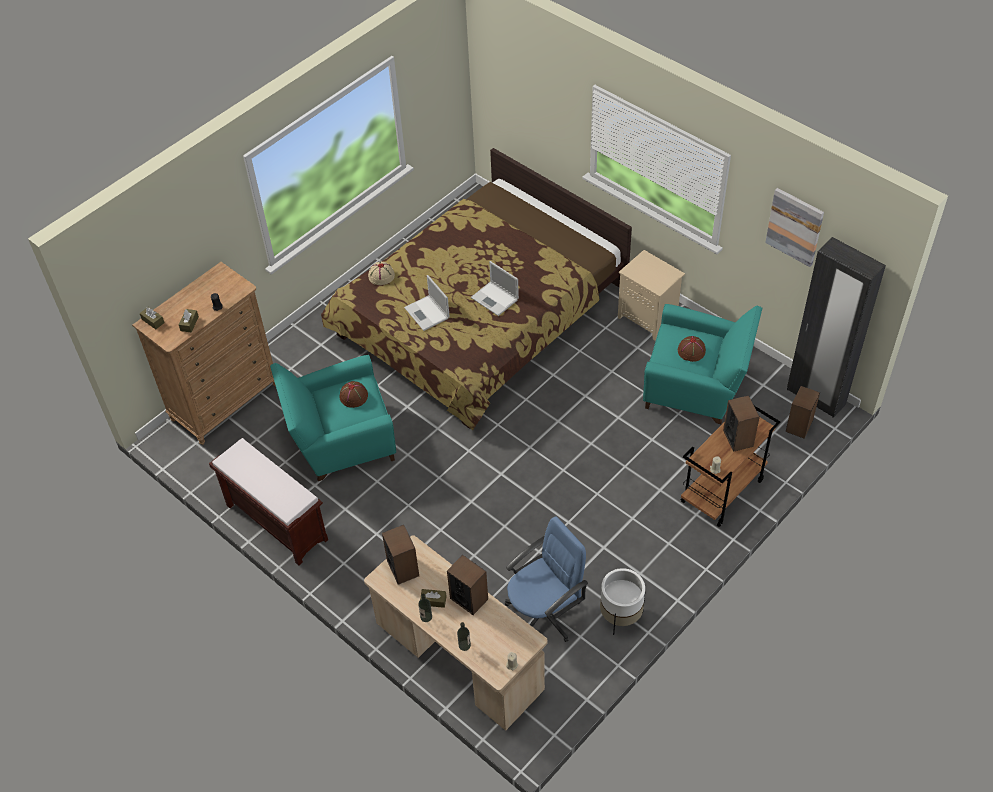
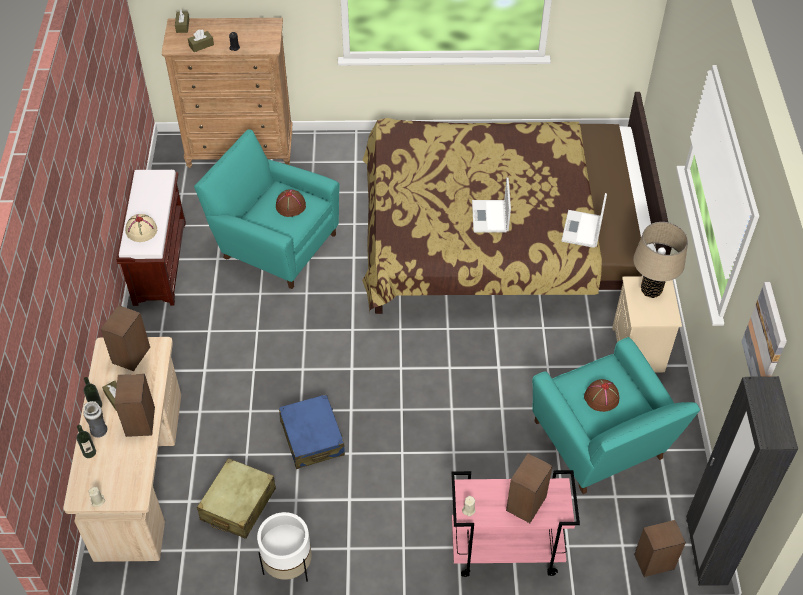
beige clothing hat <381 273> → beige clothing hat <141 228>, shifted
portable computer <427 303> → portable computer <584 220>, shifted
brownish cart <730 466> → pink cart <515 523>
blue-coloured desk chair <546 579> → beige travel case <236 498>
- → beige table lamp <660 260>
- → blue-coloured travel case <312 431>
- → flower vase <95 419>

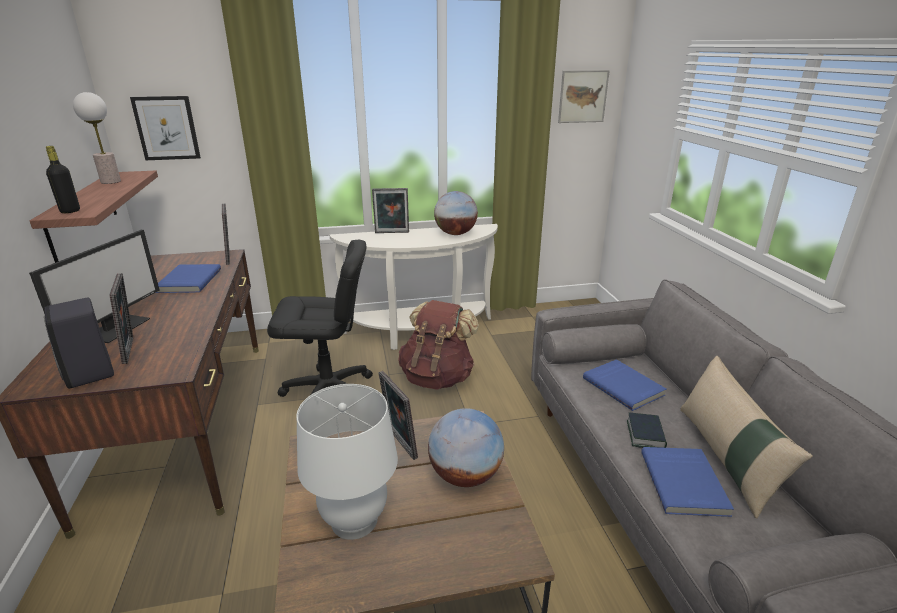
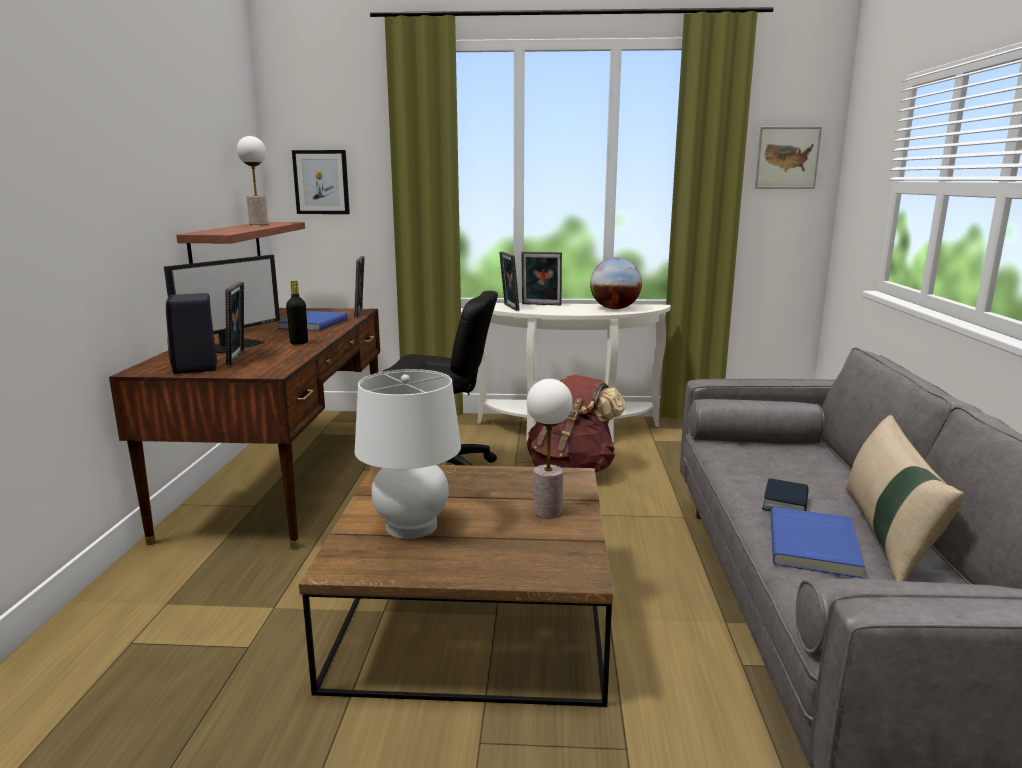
blackish bottle <63 179> → blackish bottle <297 312>, shifted
blue-coloured book <625 385> → -
picture frame <398 415> → picture frame <509 281>, shifted
world globe <466 447> → table lamp <550 448>

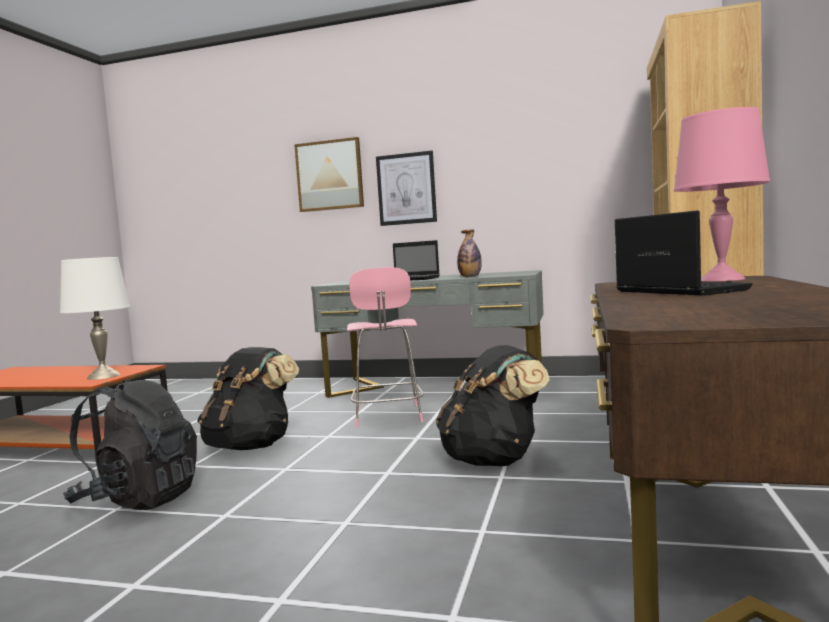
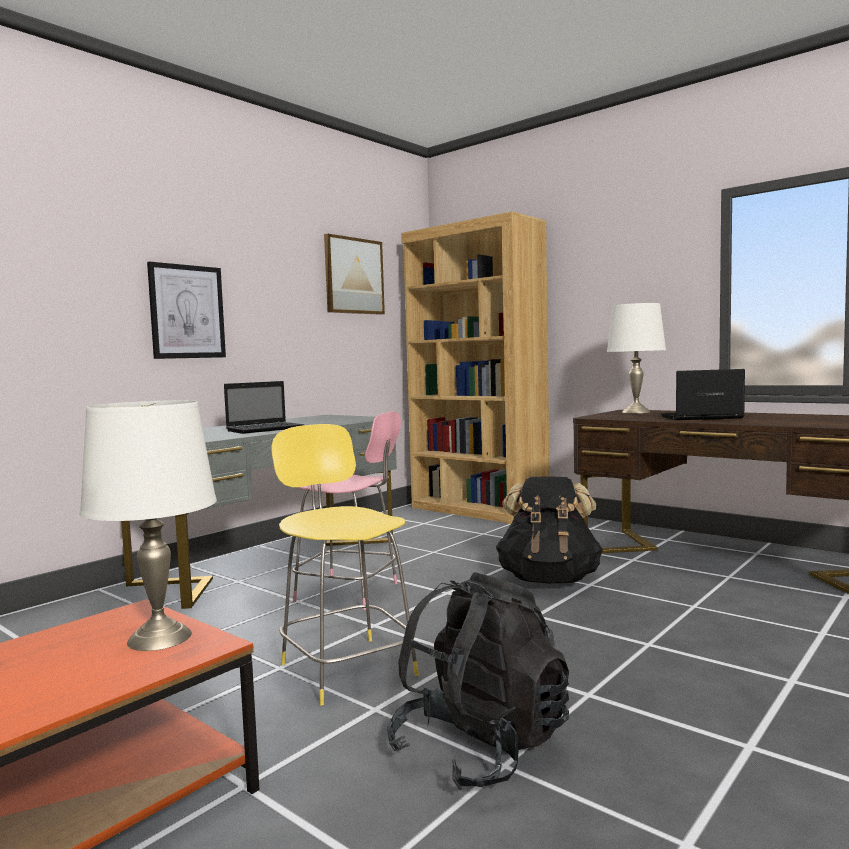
pink table lamp <722 194> → white table lamp <636 358>
picture <329 174> → picture <354 274>, shifted
bottle <469 253> → -
blackish backpack <248 398> → yellow stool <345 565>

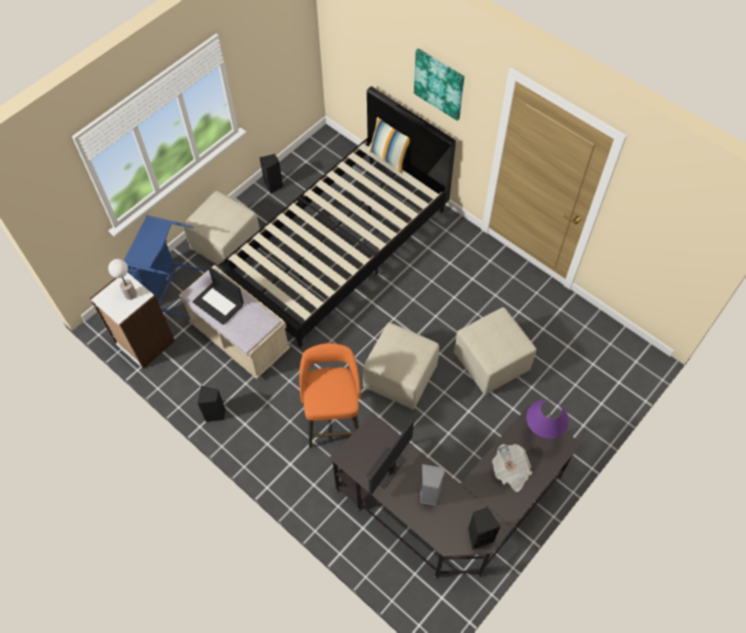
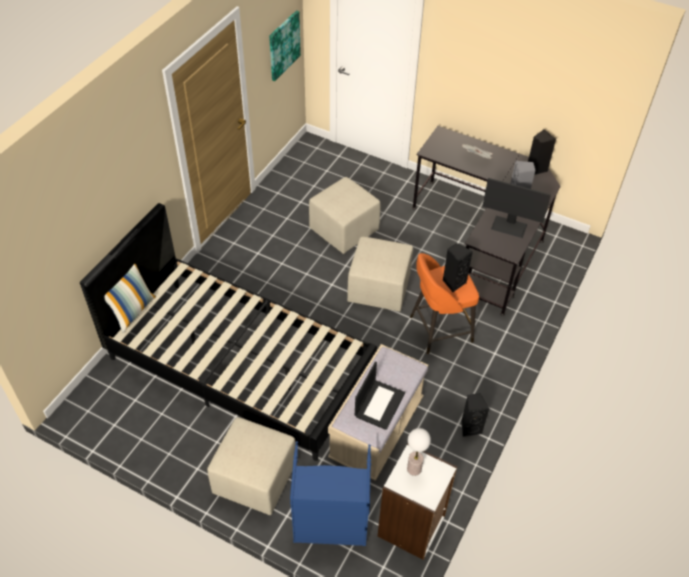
picture <439 84> → picture <285 45>, shifted
blackish audio speaker <271 174> → blackish audio speaker <458 267>, shifted
purple table lamp <547 419> → -

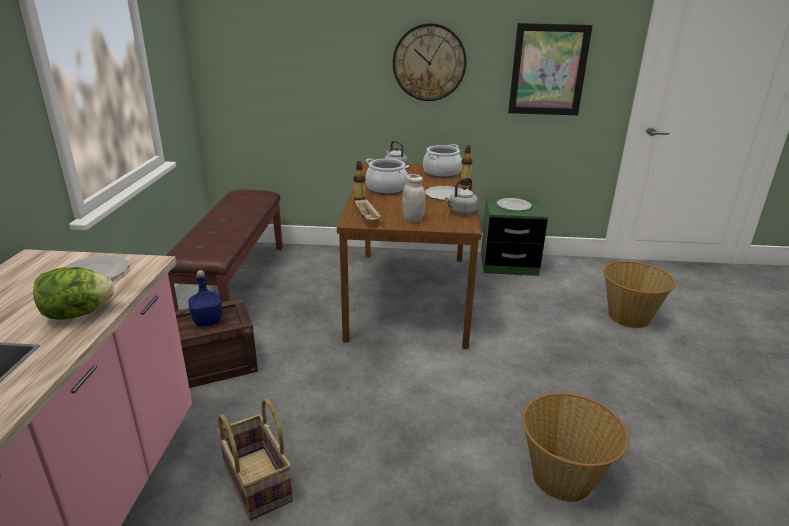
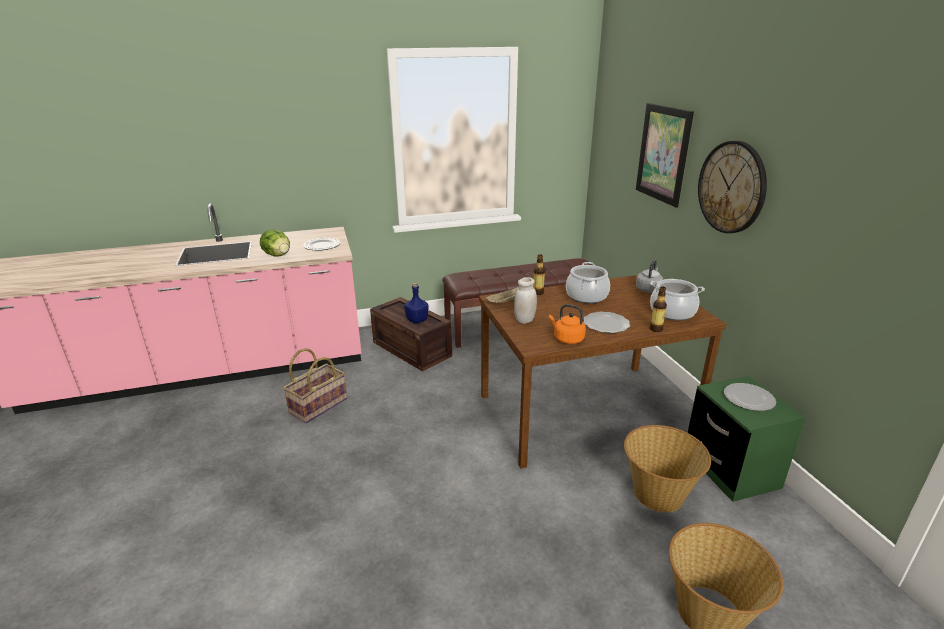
picture <550 69> → picture <665 155>, shifted
gray tea kettle <461 196> → orange tea kettle <567 324>
storage basket <575 447> → storage basket <667 468>, shifted

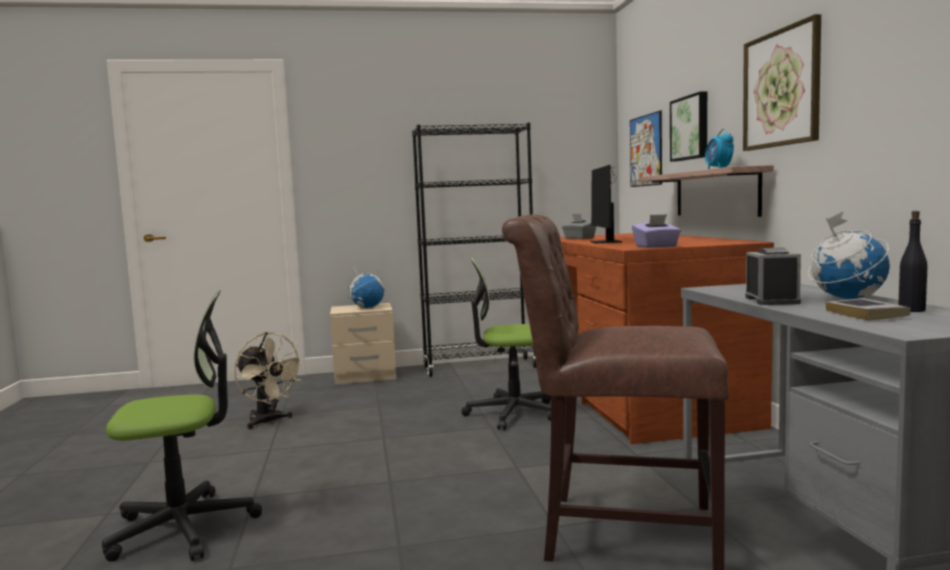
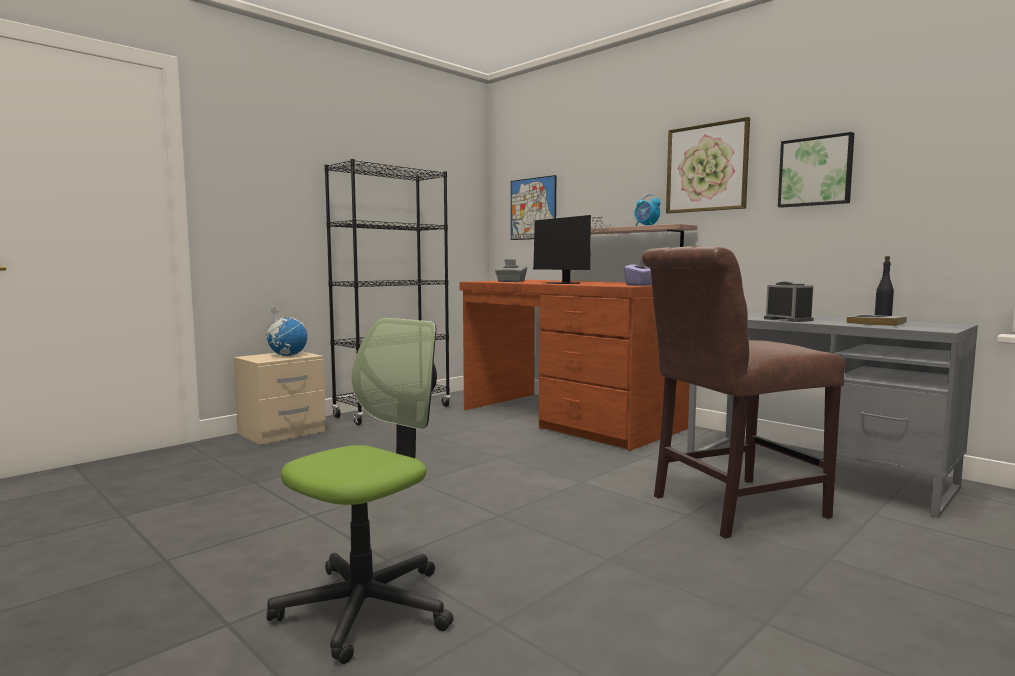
picture <688 126> → picture <816 170>, shifted
world globe <849 255> → -
desk chair <506 343> → -
beige fan <270 380> → -

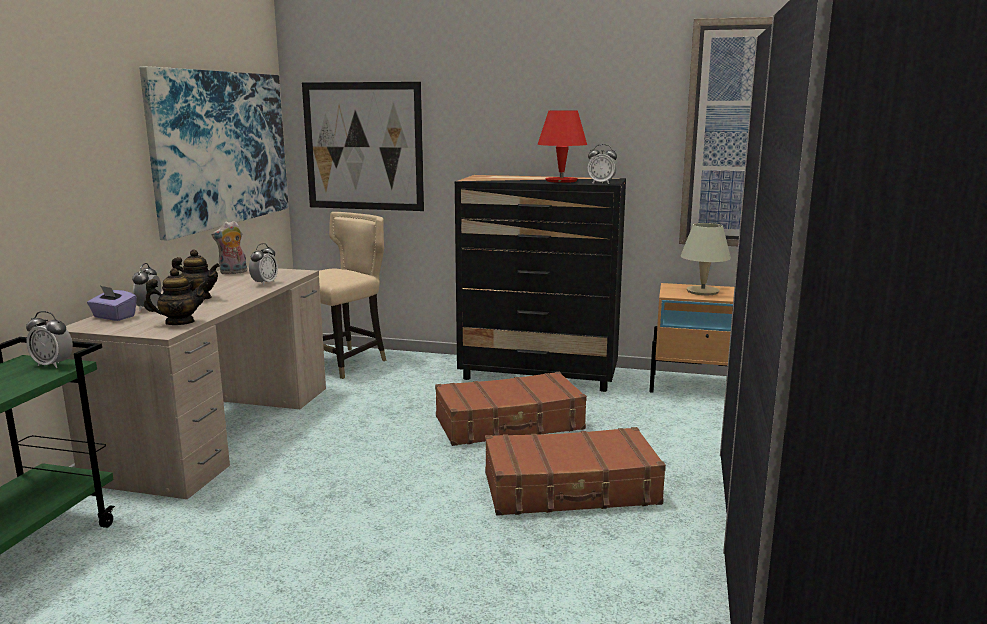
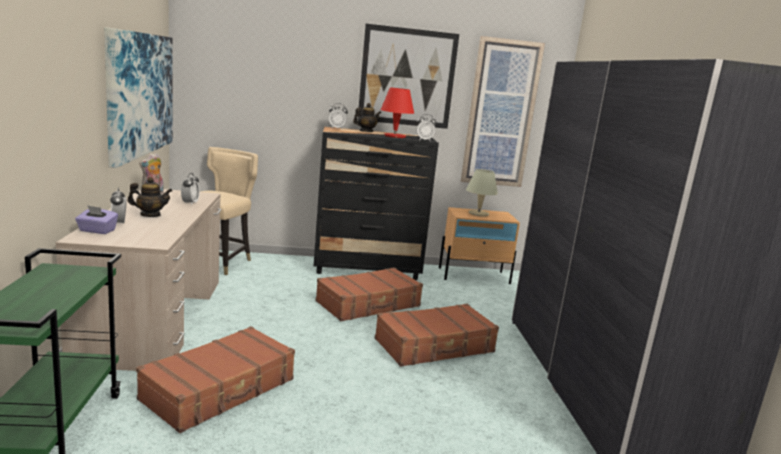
picture <363 146> → picture <408 76>, shifted
pot for tea <176 296> → pot for tea <367 117>, shifted
alarm clock <49 339> → alarm clock <338 116>, shifted
- → brownish travel case <215 379>

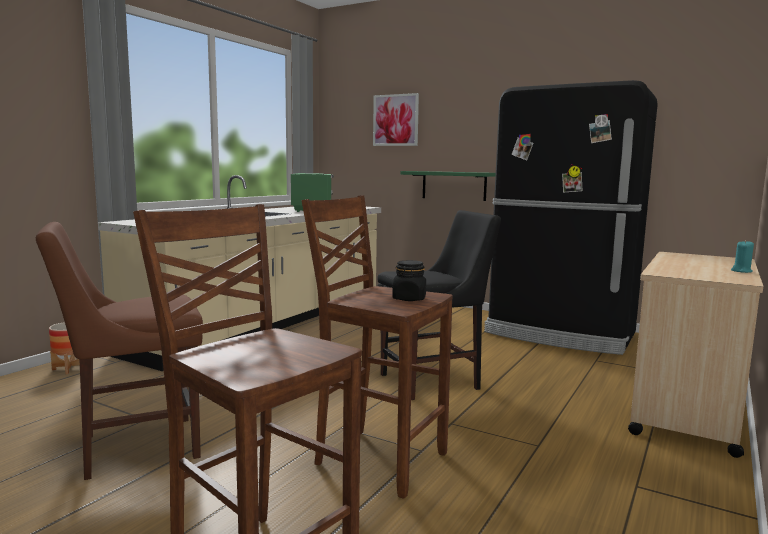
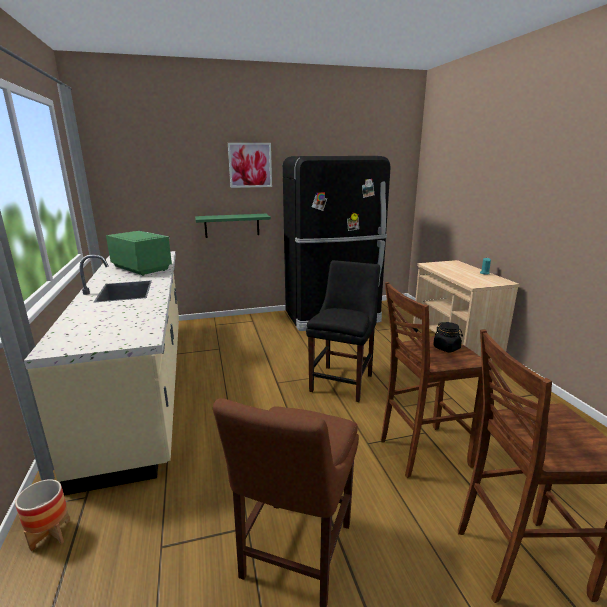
picture <396 119> → picture <250 165>, shifted

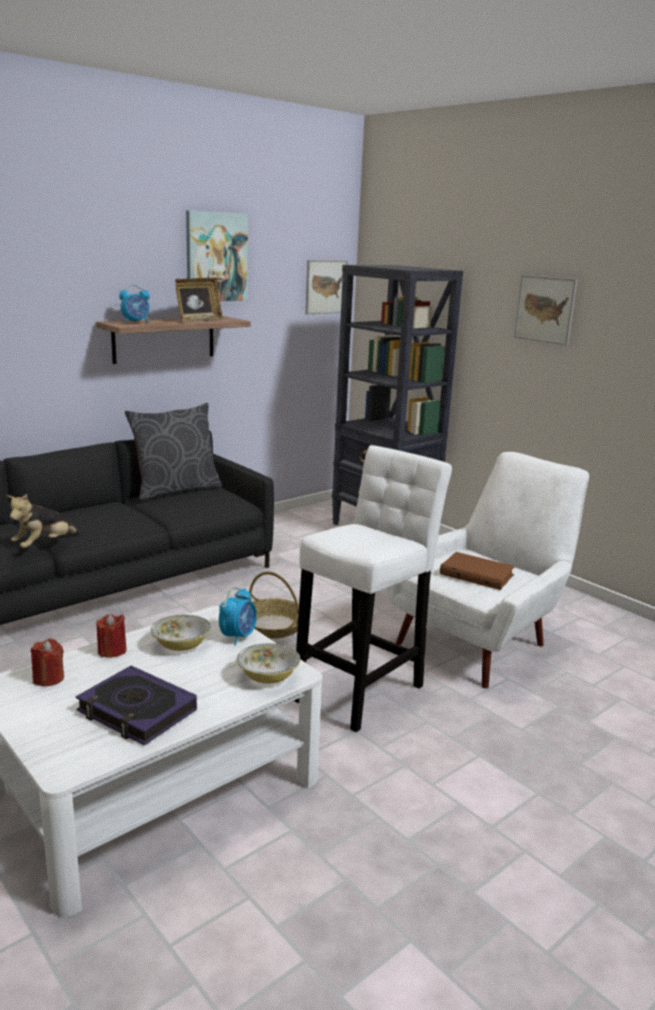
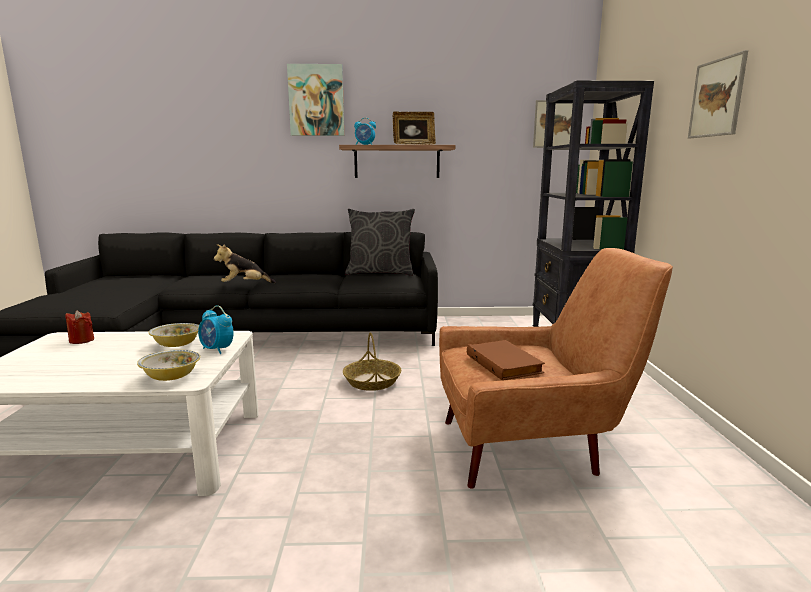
picture <217 256> → picture <315 100>, shifted
white stool <373 588> → -
white lounge chair <488 570> → brownish lounge chair <556 368>
alarm clock <238 616> → alarm clock <216 329>, 60 degrees clockwise
red wax light <111 636> → -
book <136 705> → -

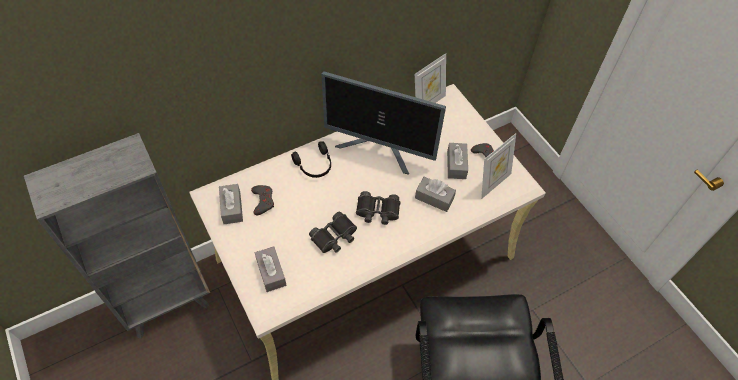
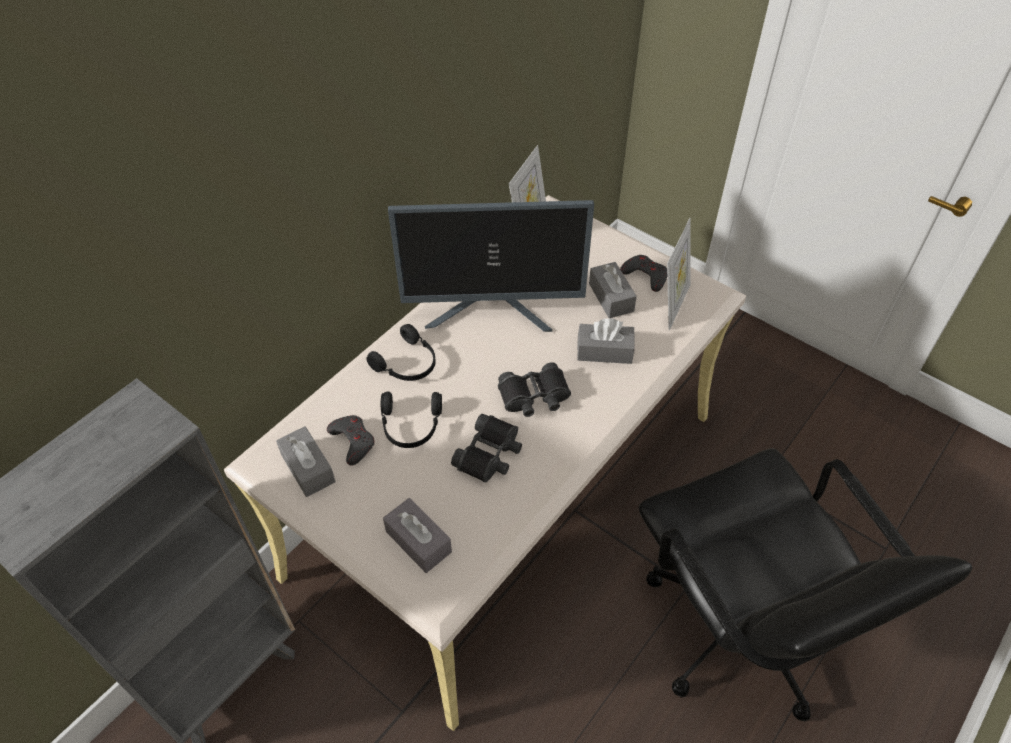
- → blackish headphones <411 420>

